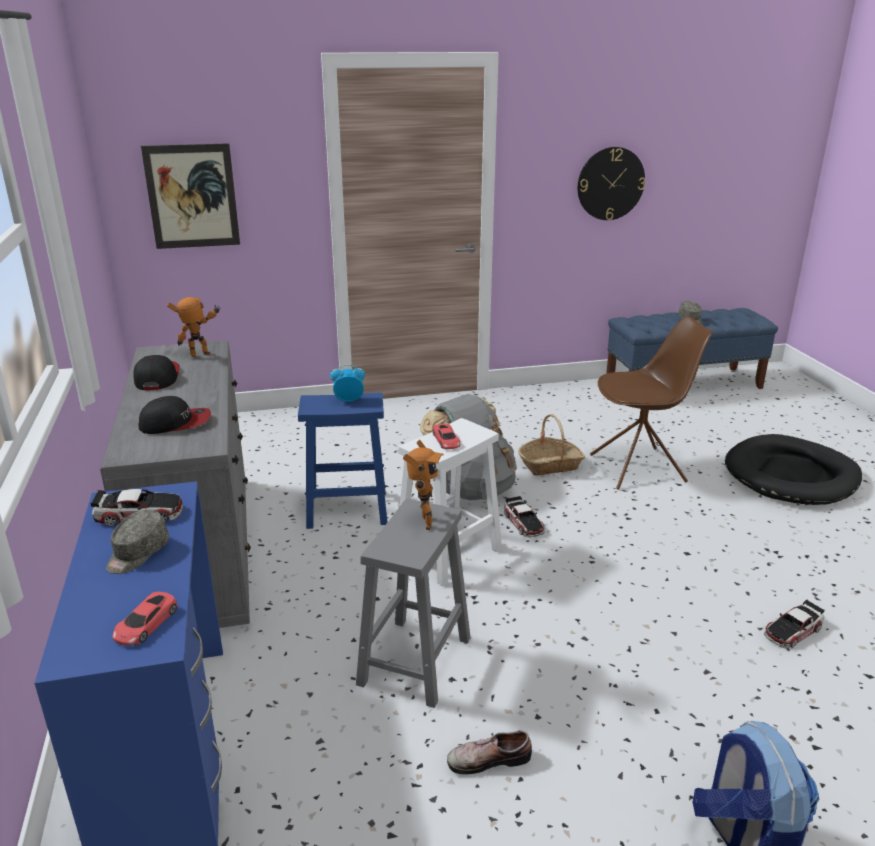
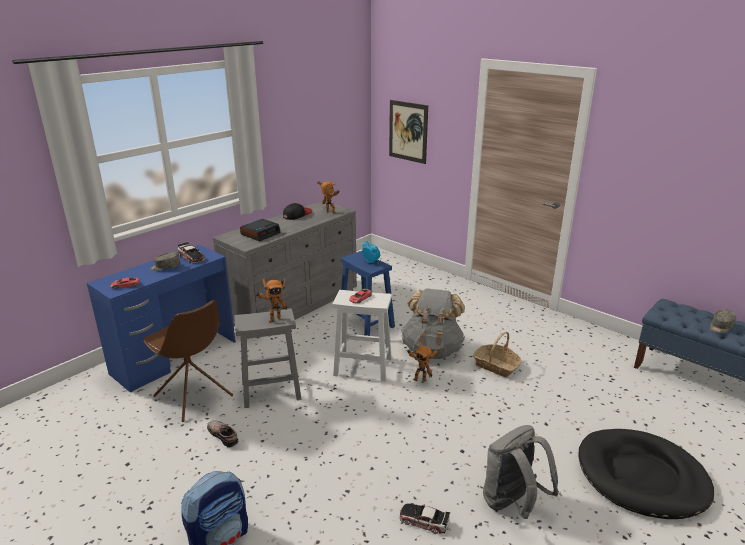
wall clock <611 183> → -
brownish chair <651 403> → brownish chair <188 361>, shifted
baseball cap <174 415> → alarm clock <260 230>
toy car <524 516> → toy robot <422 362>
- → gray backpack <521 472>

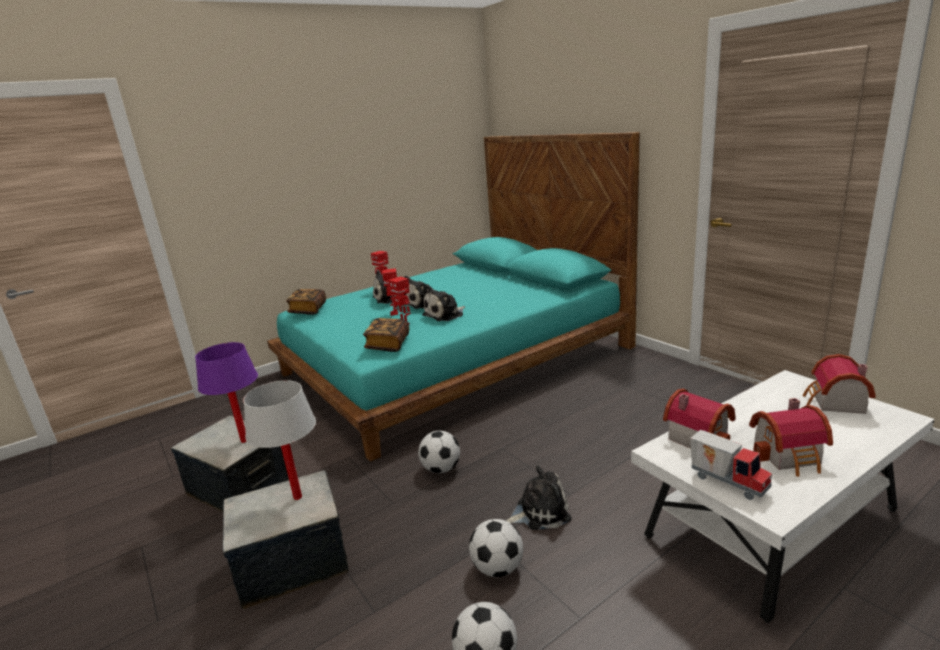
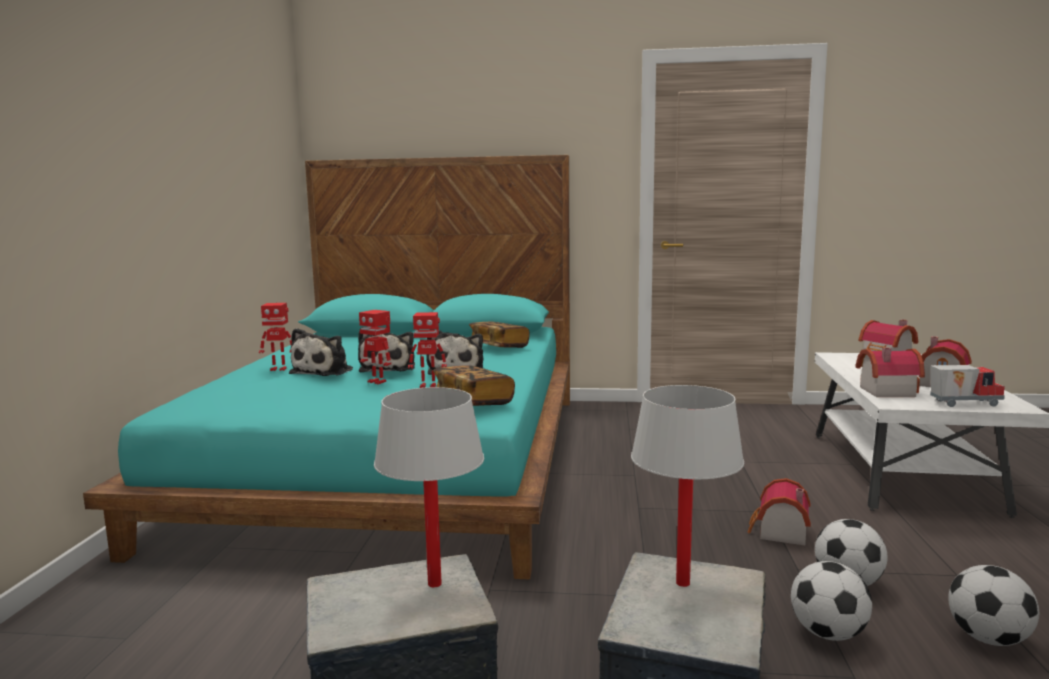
book <306 302> → book <499 335>, shifted
purple table lamp <226 392> → white table lamp <429 487>
football <439 452> → football <831 601>, shifted
soft toy <538 497> → toy house <779 511>

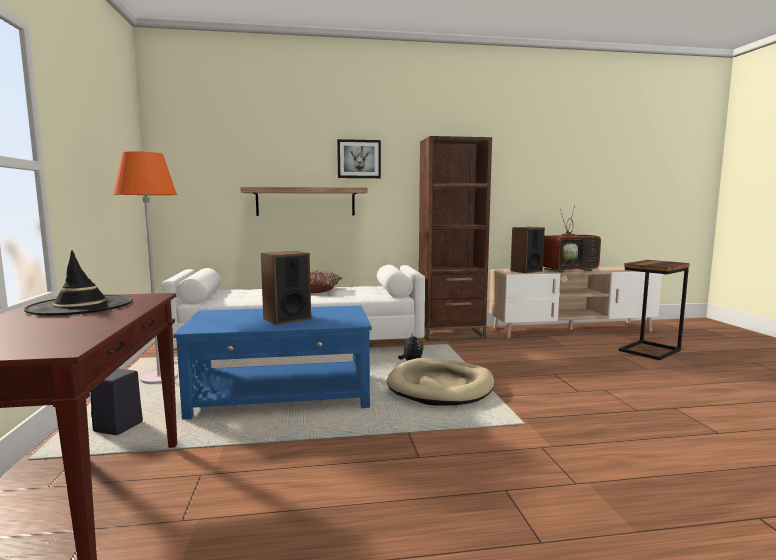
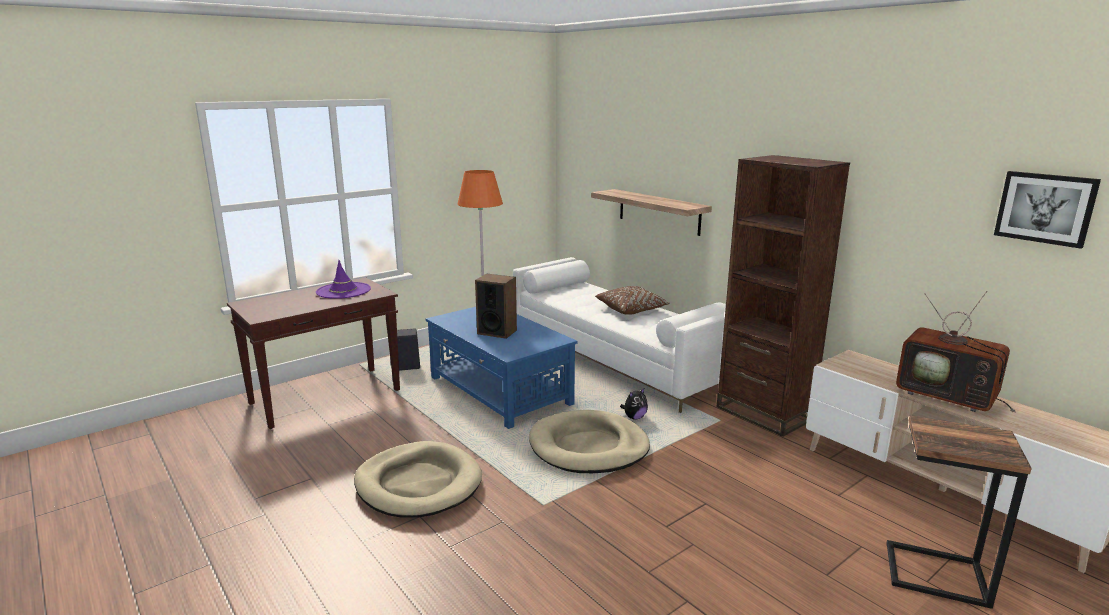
picture <359 158> → picture <1047 210>, shifted
audio speaker <528 250> → -
blackish clothing hat <78 282> → purple clothing hat <343 279>
- → beige dog cushion <418 479>

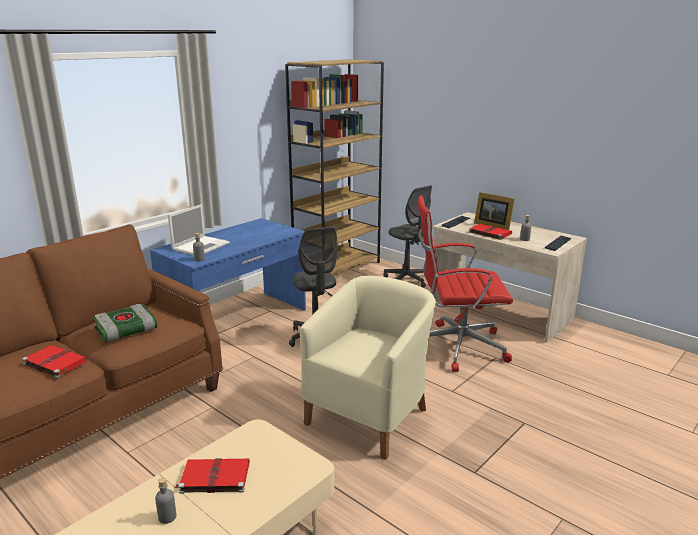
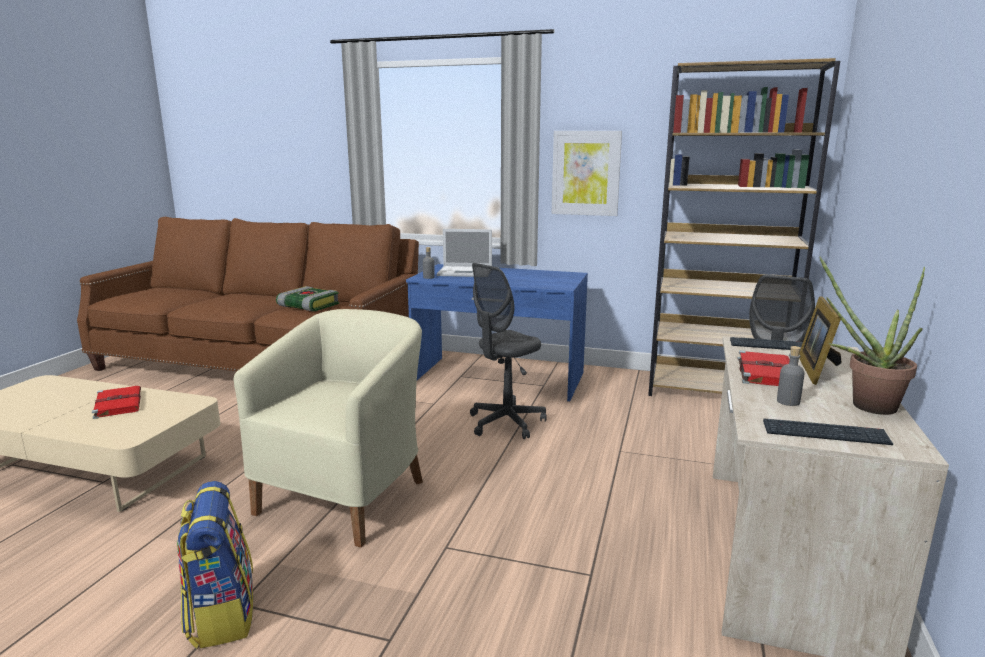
red desk chair <465 283> → -
beige lounge chair <368 368> → beige lounge chair <328 428>, 75 degrees counterclockwise
red book <54 361> → -
gray bottle <166 500> → -
- → picture <587 173>
- → plant in a pot <872 336>
- → backpack <215 565>

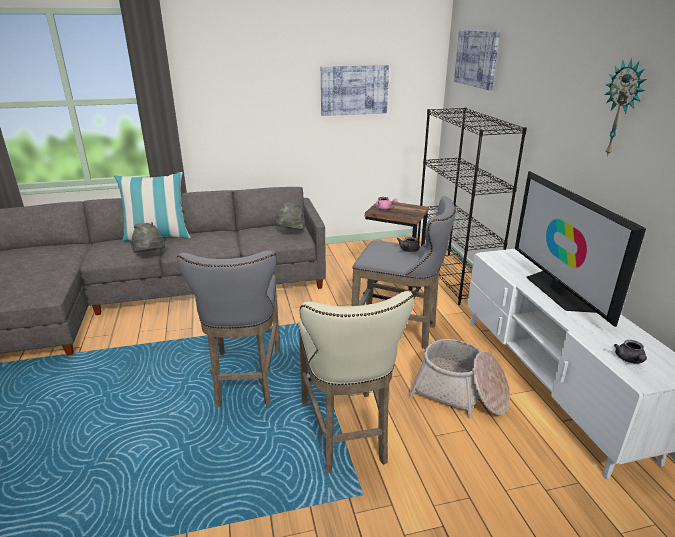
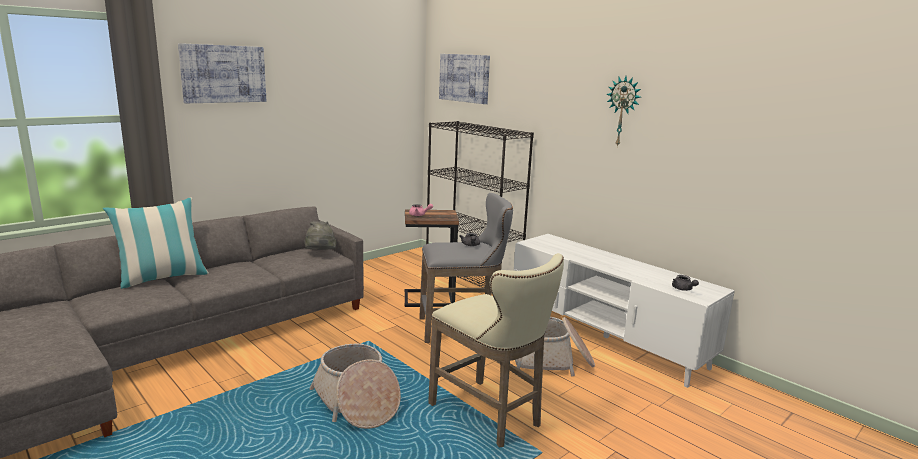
picture <355 90> → picture <222 73>, shifted
TV set <580 249> → -
gray clothing hat <148 237> → -
gray stool <228 329> → storage basket <355 386>

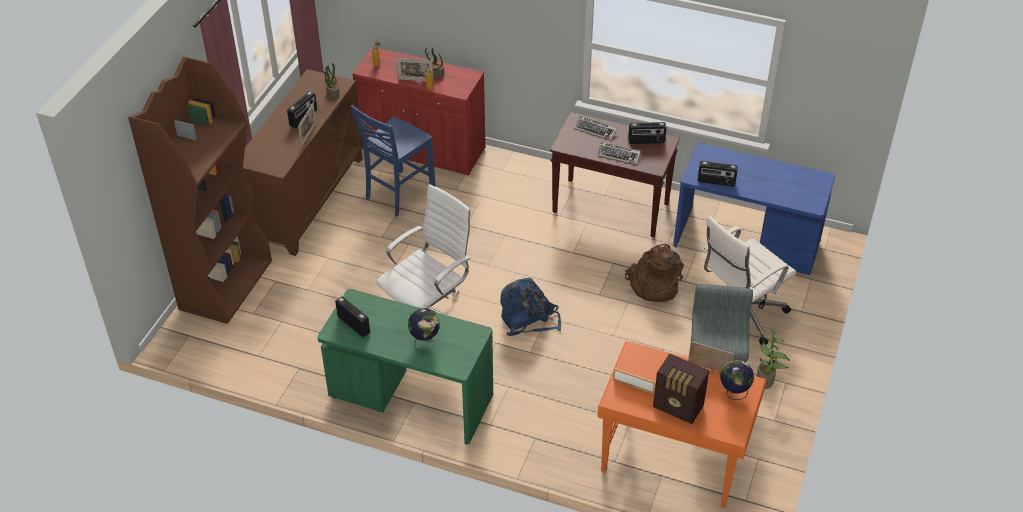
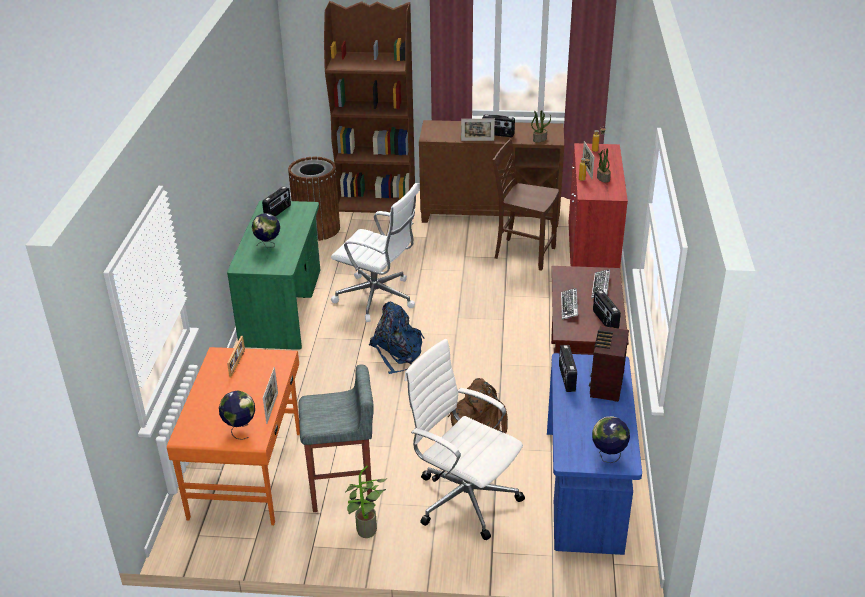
blue-coloured chair <393 161> → brownish chair <525 205>
radio set <681 388> → radio set <609 364>, shifted
- → brownish rubbish bin <314 199>
- → world globe <611 439>

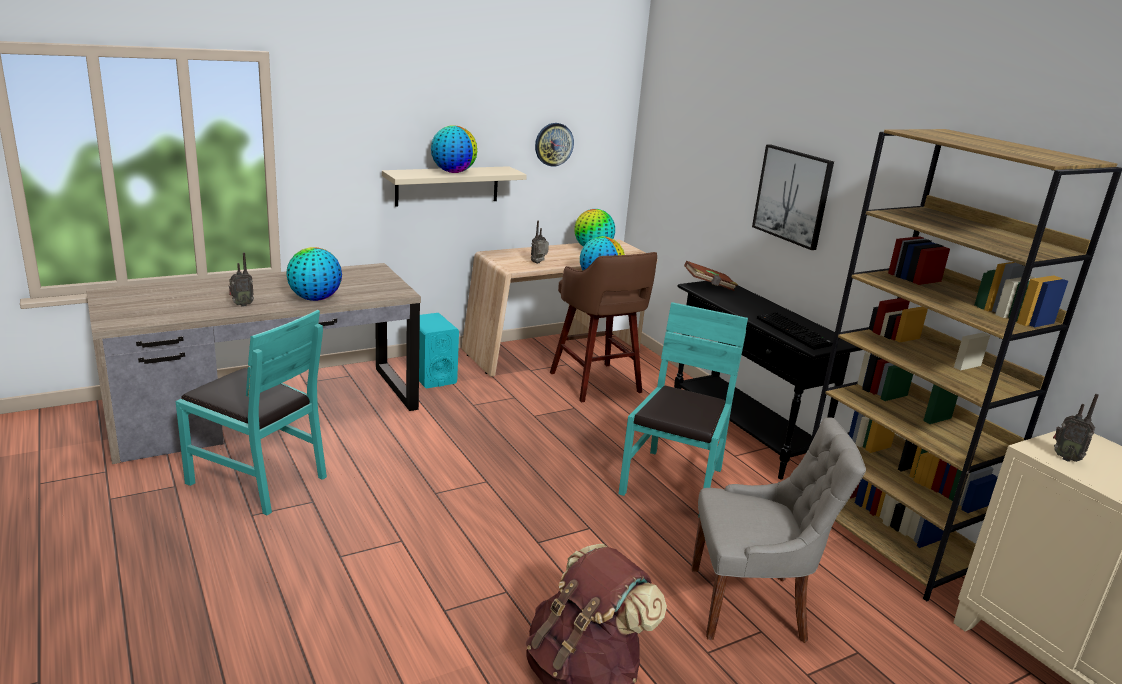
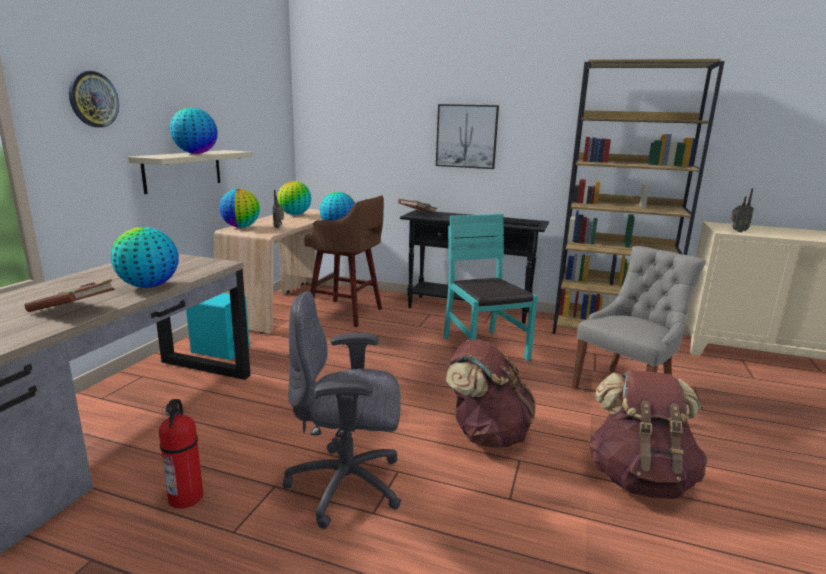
wall clock <554 144> → wall clock <94 99>, shifted
radio set <241 279> → brownish book <69 295>
turquoise chair <251 412> → fire extinguisher <181 454>
- → world globe <239 208>
- → gray desk chair <342 410>
- → brownish backpack <491 393>

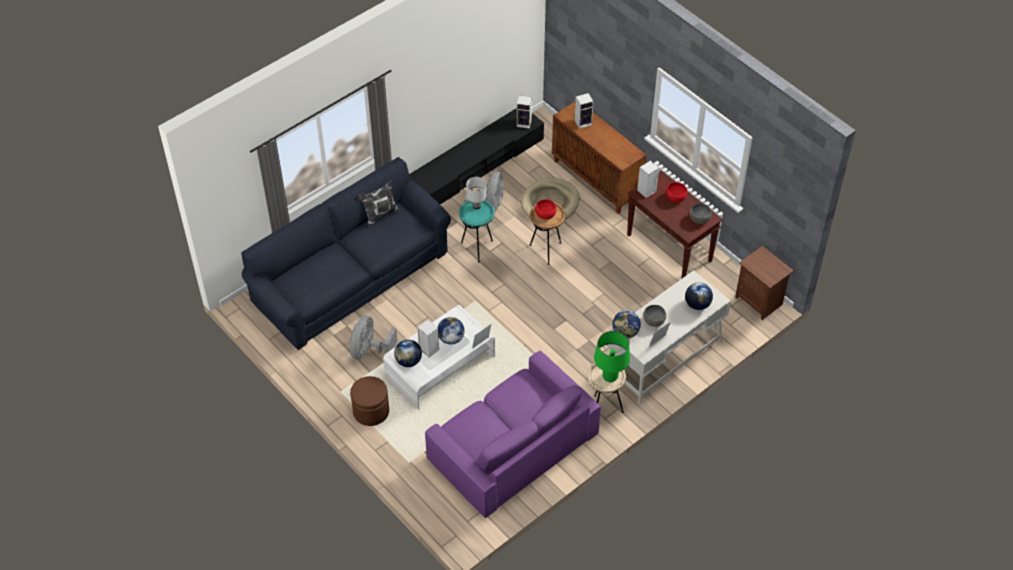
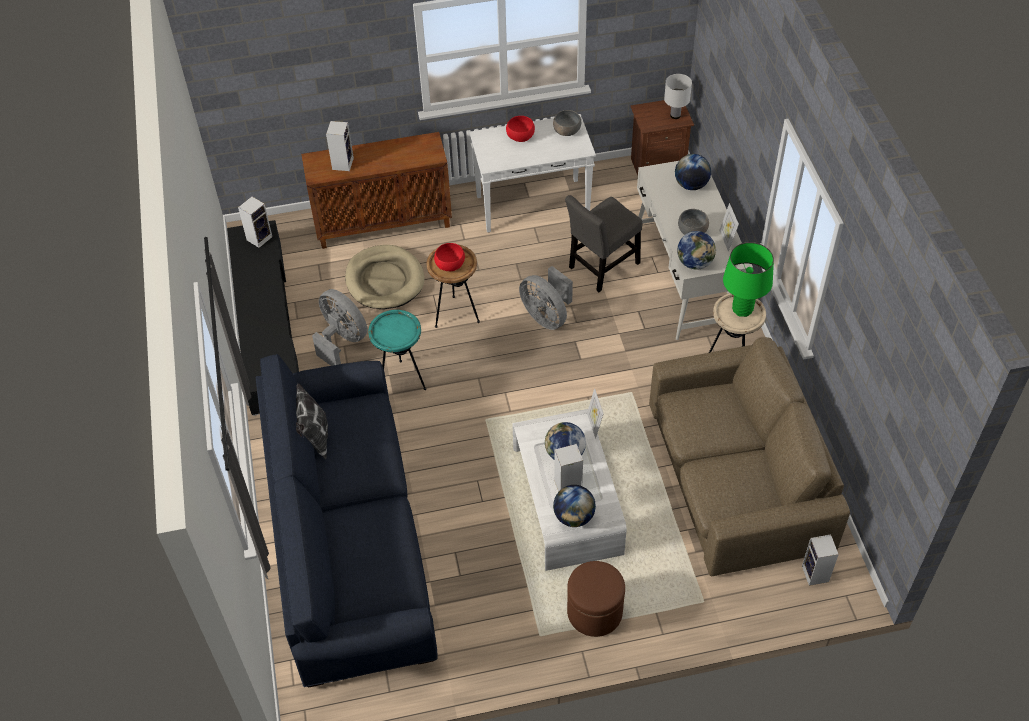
audio speaker <648 179> → audio speaker <820 560>, shifted
brownish console table <675 224> → white console table <532 173>
white table lamp <476 193> → white table lamp <678 96>, shifted
gray fan <373 337> → gray fan <546 298>, shifted
purple sofa <513 434> → brownish sofa <749 456>
- → gray chair <603 243>

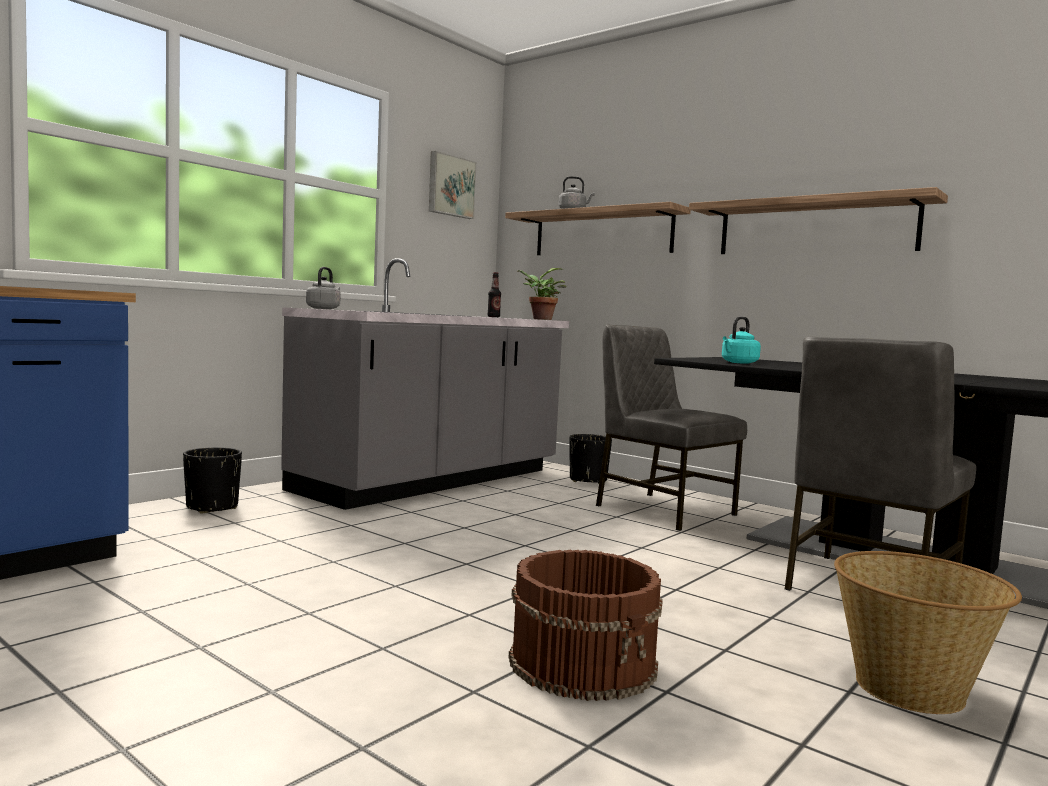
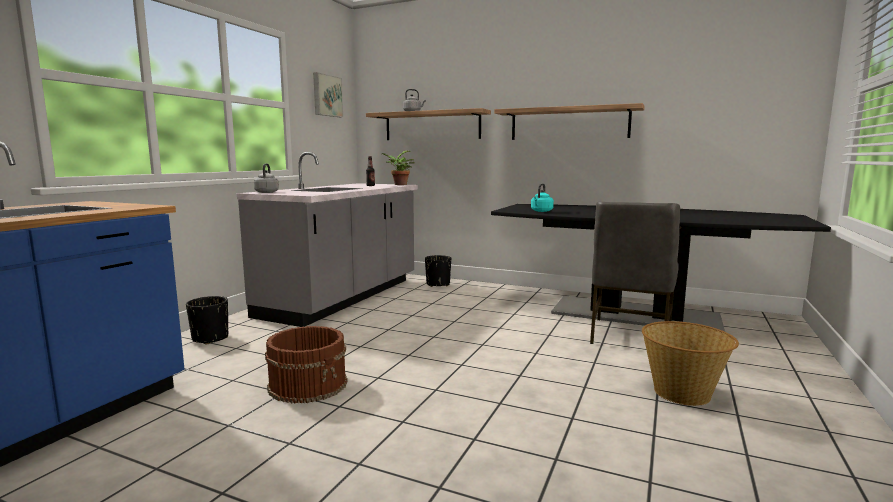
gray chair <671 427> → -
brownish pail <586 625> → brownish pail <306 364>, shifted

